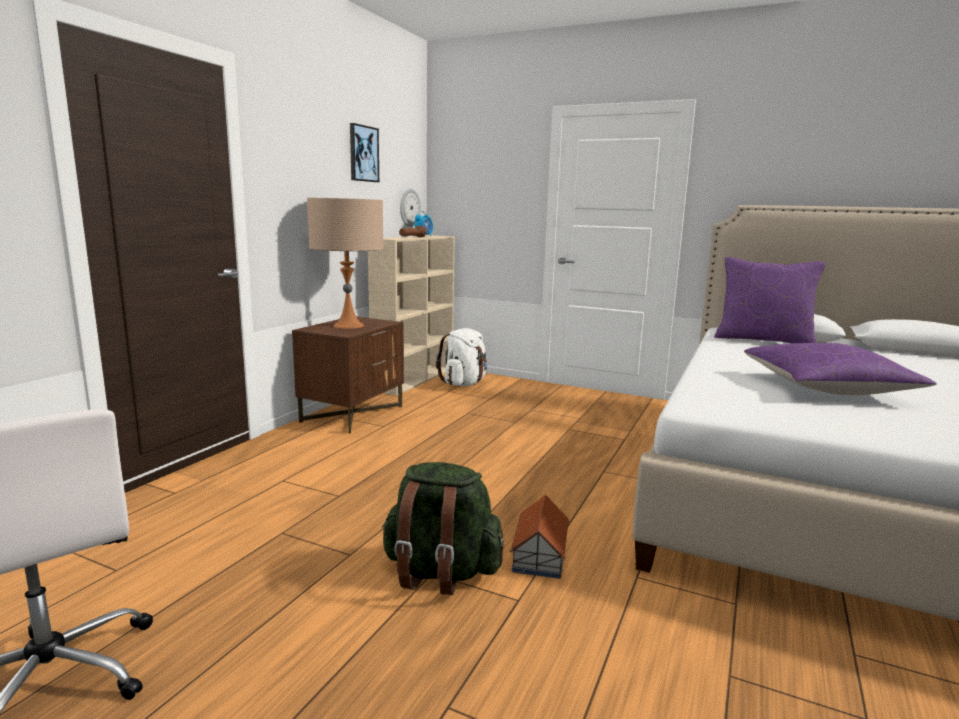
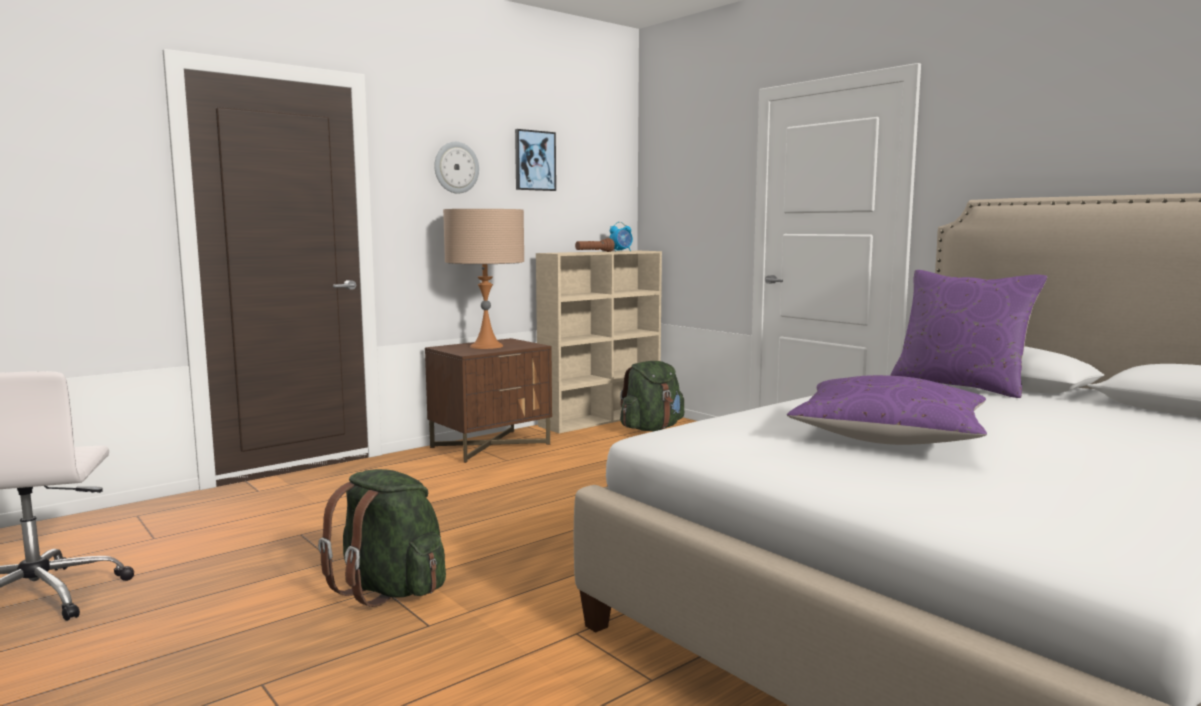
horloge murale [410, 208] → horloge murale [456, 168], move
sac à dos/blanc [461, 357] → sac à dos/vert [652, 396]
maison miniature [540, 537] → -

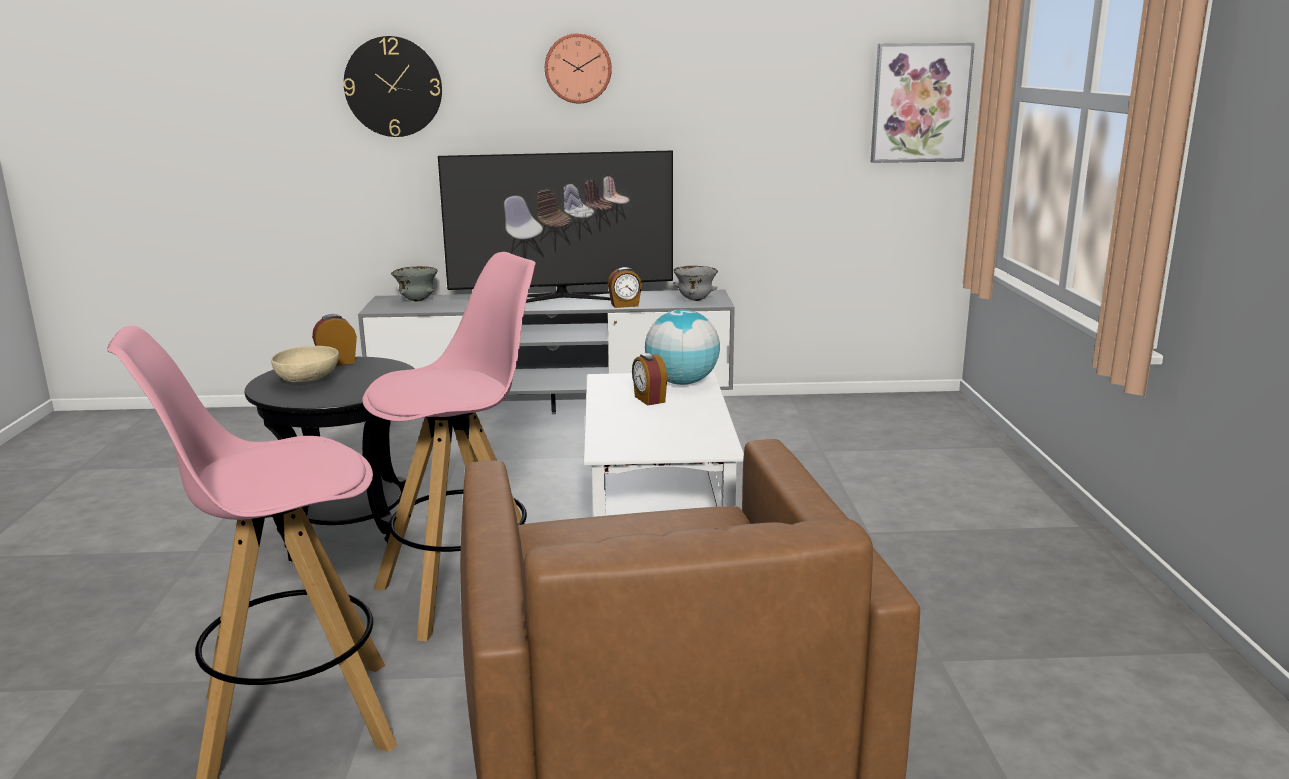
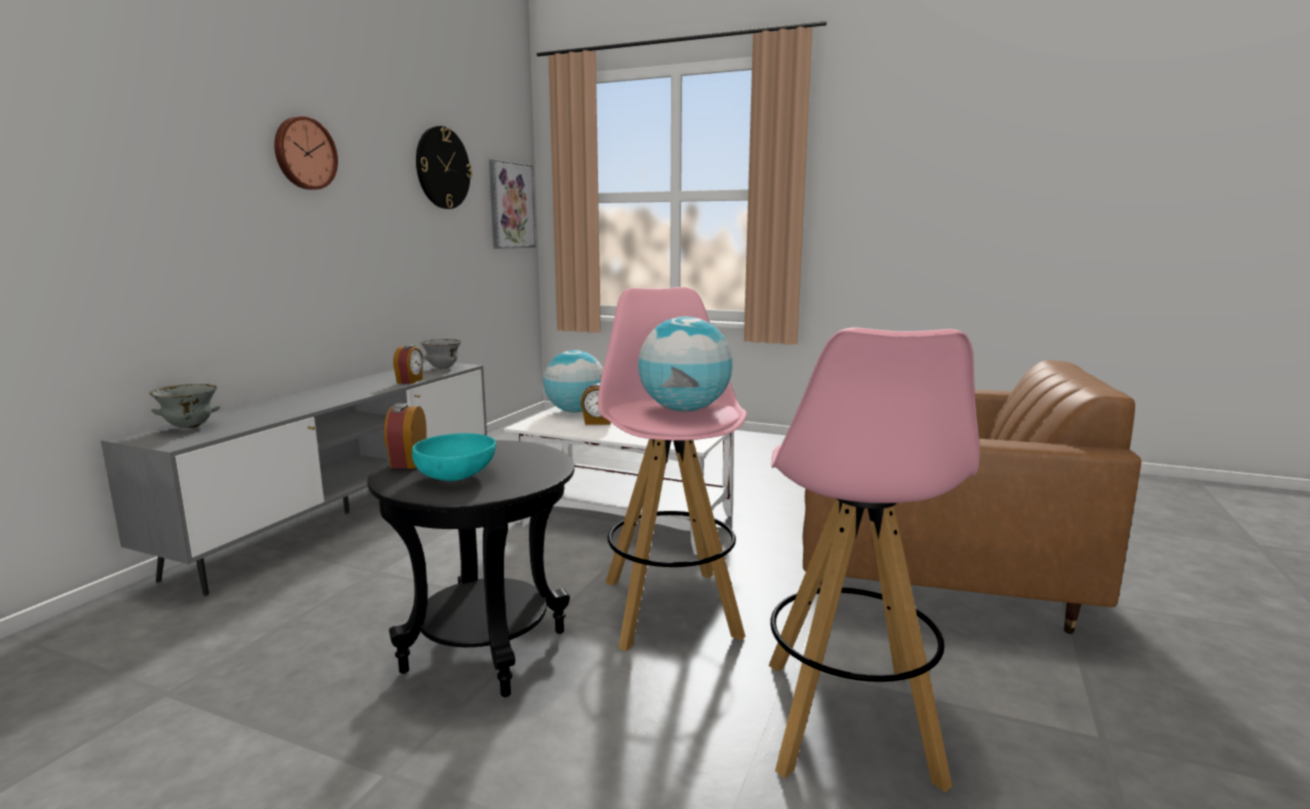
bol/beige [305, 364] → bol/turquoise [454, 457]
horloge murale [393, 86] → horloge murale [444, 167], move
- → globe [685, 364]
téléviseur [555, 227] → -

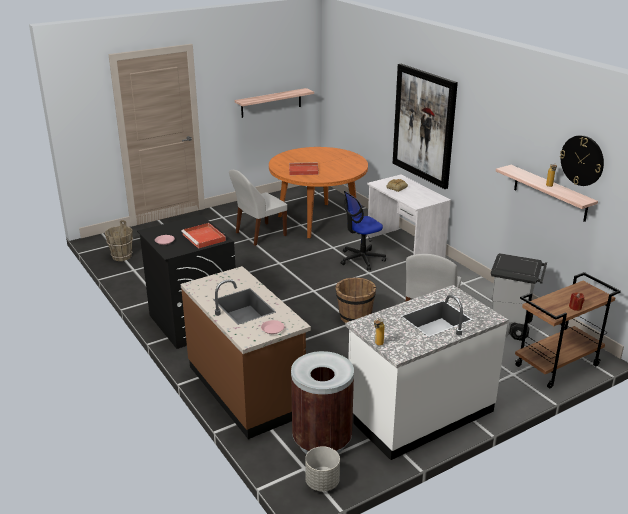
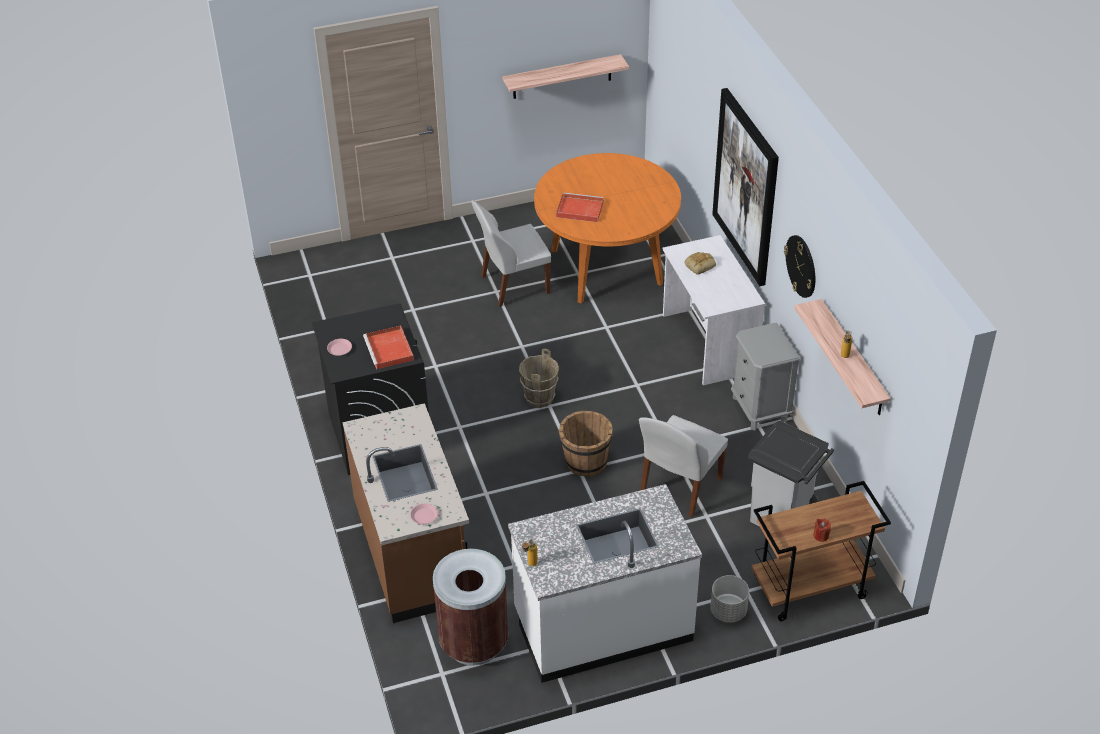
seau/marron [119, 240] → seau/marron [539, 378], move
cache-pot/gris [322, 469] → cache-pot/gris [729, 599], move
- → table de chevet/gris [765, 376]
horloge murale [582, 160] → horloge murale [799, 266], move
chaise de bureau [363, 231] → -

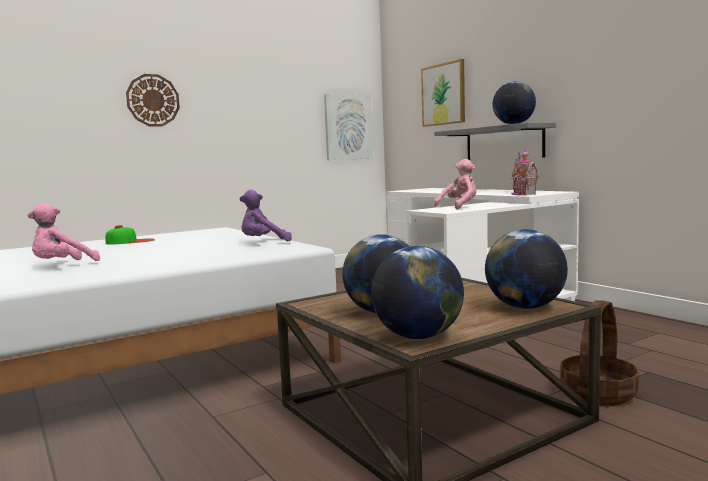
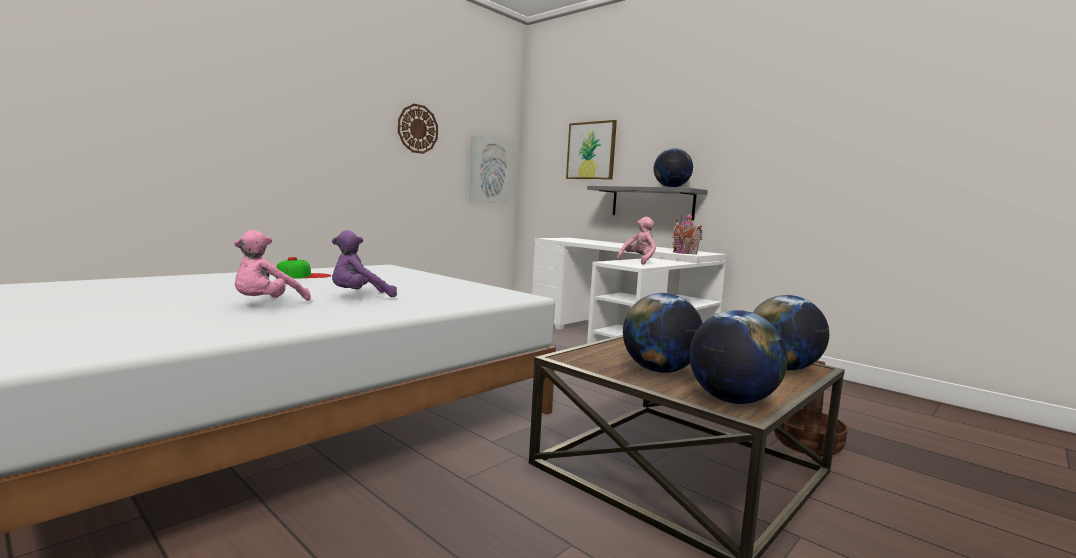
peluche/violet [265, 215] → peluche/violet [364, 263], move
horloge murale [153, 100] → horloge murale [418, 129], move

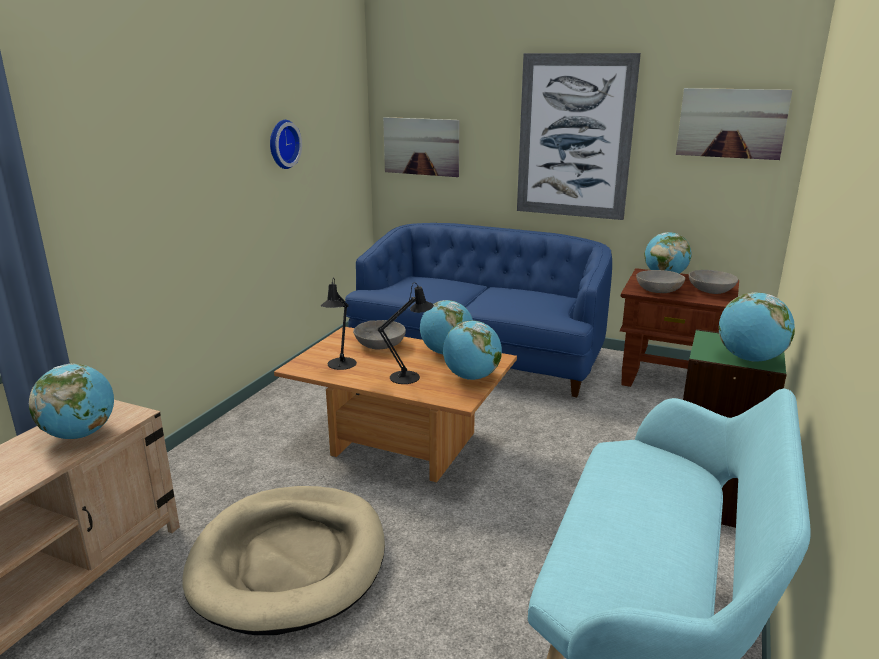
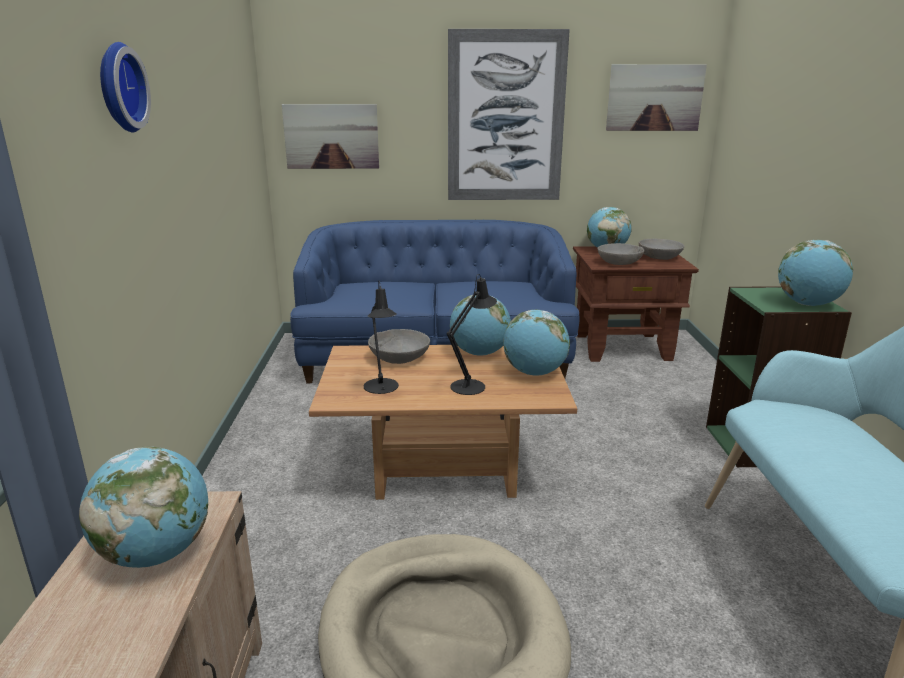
horloge murale [286, 144] → horloge murale [125, 87], move

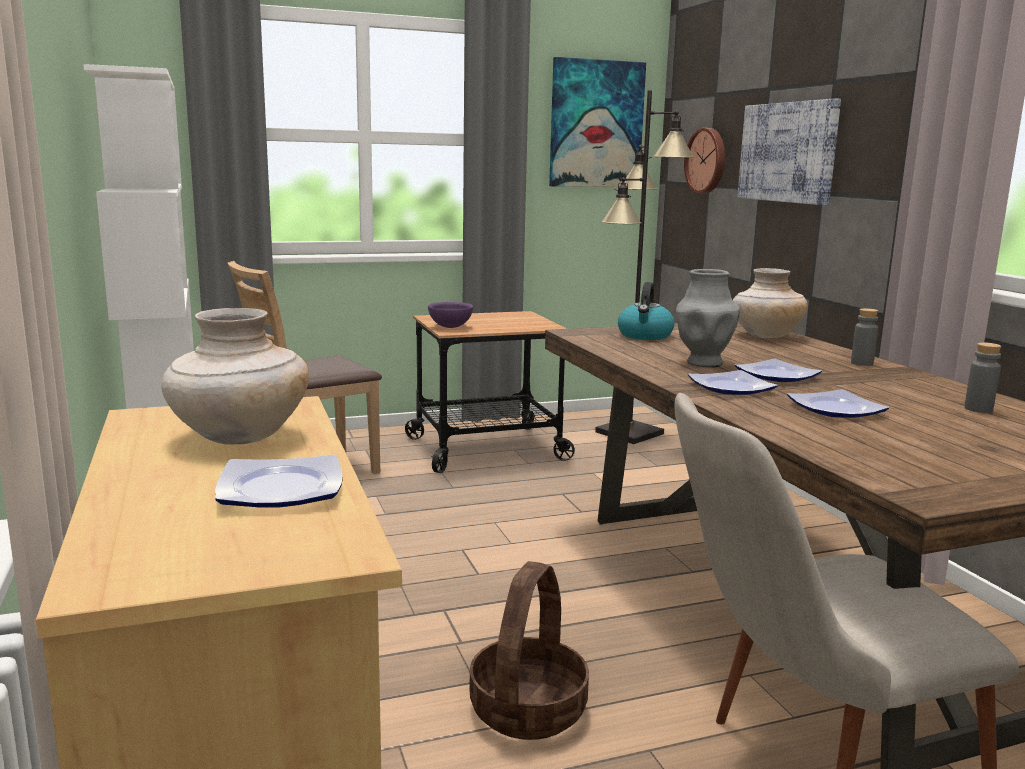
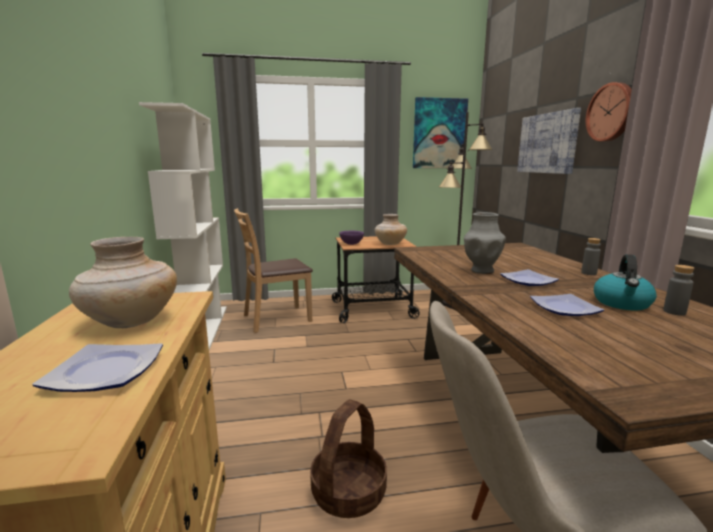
vase/beige [770, 303] → vase/beige [391, 229], move
horloge murale [704, 161] → horloge murale [609, 112], move
bouilloire [646, 311] → bouilloire [625, 282], move
assiette [733, 382] → -

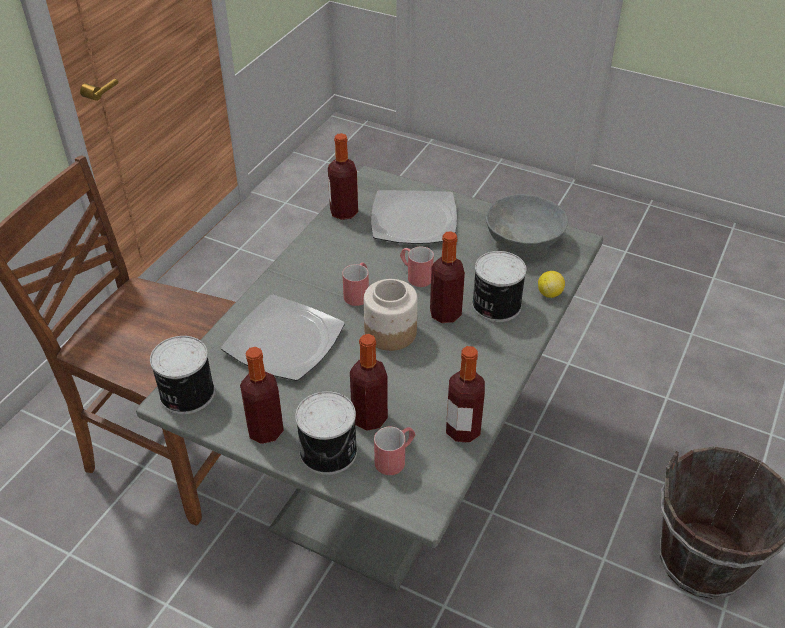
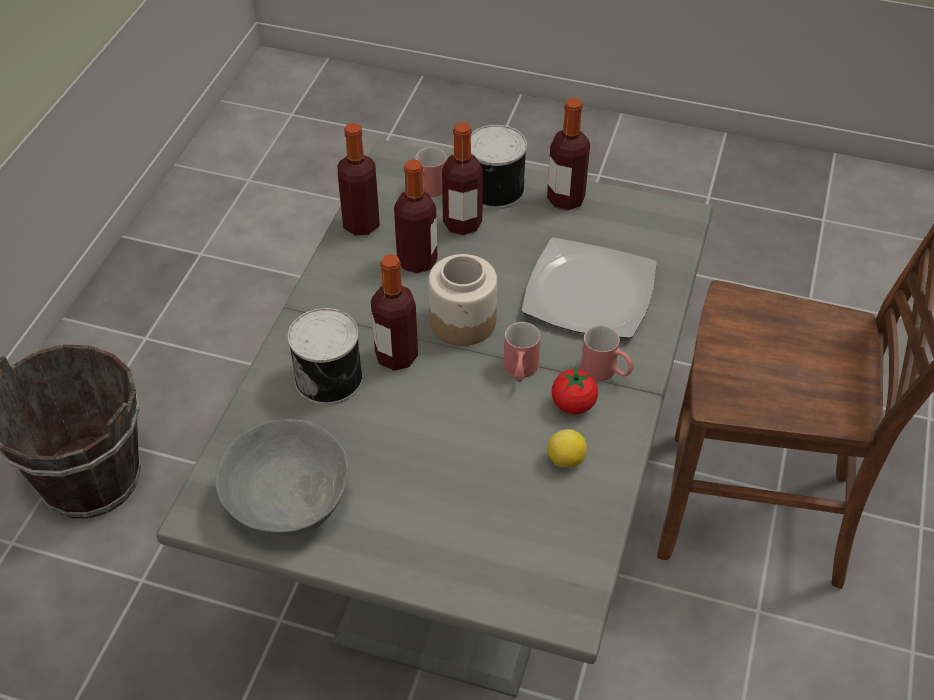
bouteille [343, 176] → bouteille [416, 216], move
citron [551, 284] → citron [567, 448], move
- → tomate [575, 390]
mug/rouge [417, 266] → mug/rouge [607, 353], move
boîte métallique [182, 375] → -
assiette [414, 217] → -

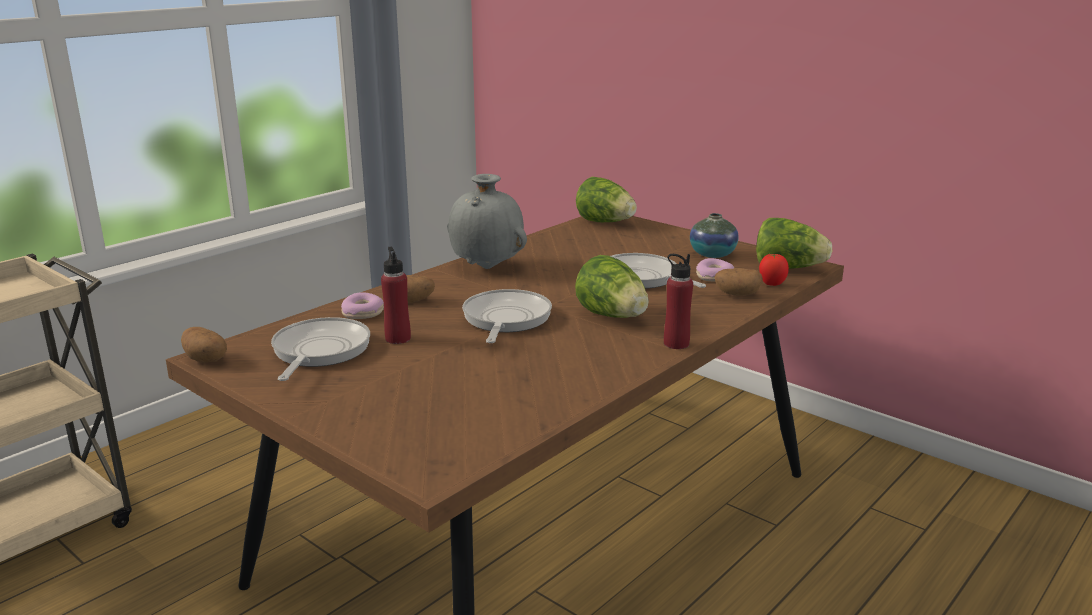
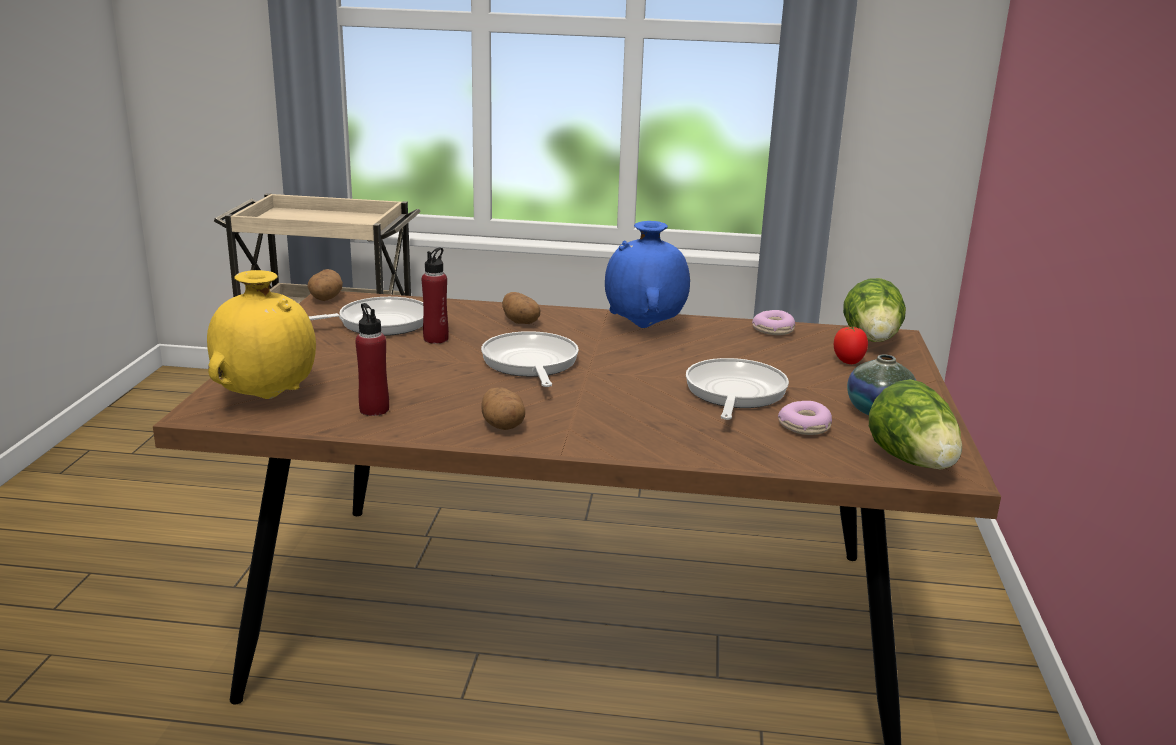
- → vase/jaune [261, 334]
bouteille/rouge [678, 301] → bouteille/rouge [372, 359], move
poêle [507, 316] → poêle [530, 359], 75 degrees counterclockwise
pomme de terre [738, 282] → pomme de terre [503, 408], move
vase/gris [487, 221] → vase/bleu [647, 274]
beignet [362, 305] → beignet [773, 322], move
tomate [774, 269] → tomate [851, 345], move
laitue [612, 286] → -

